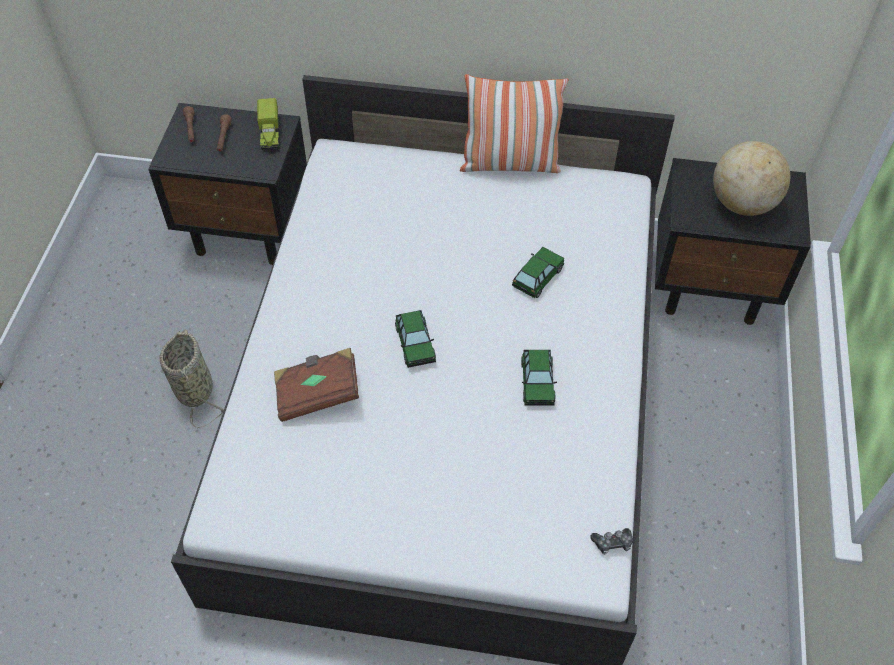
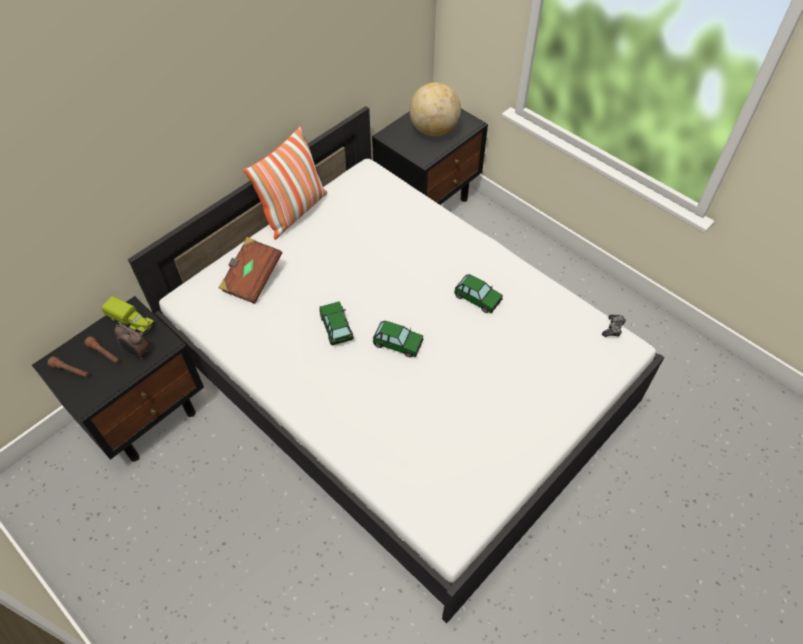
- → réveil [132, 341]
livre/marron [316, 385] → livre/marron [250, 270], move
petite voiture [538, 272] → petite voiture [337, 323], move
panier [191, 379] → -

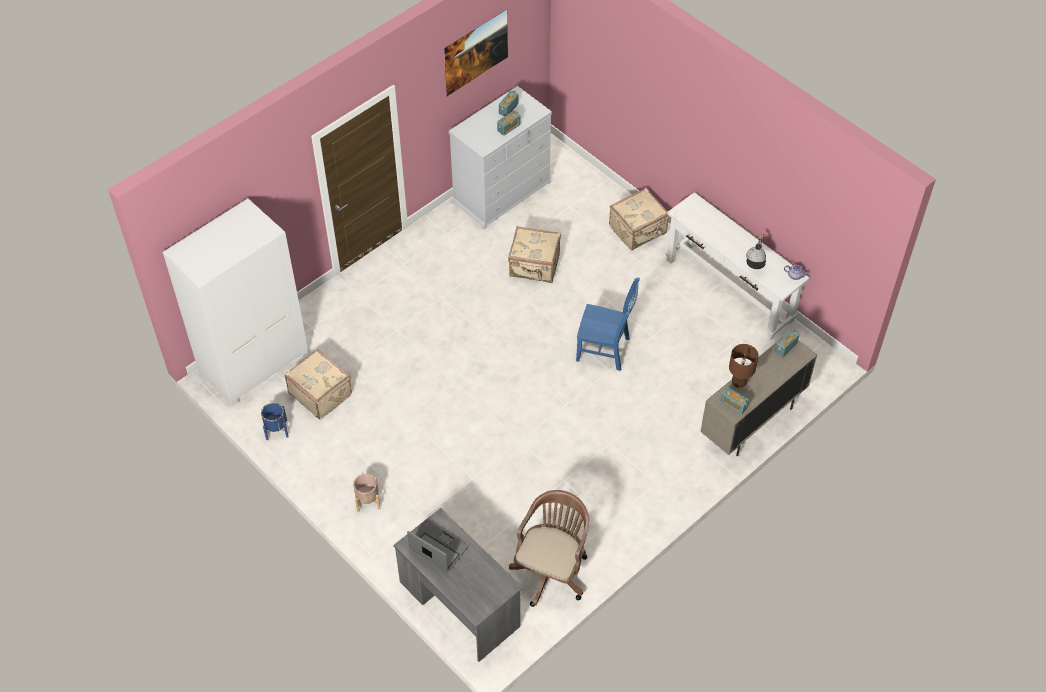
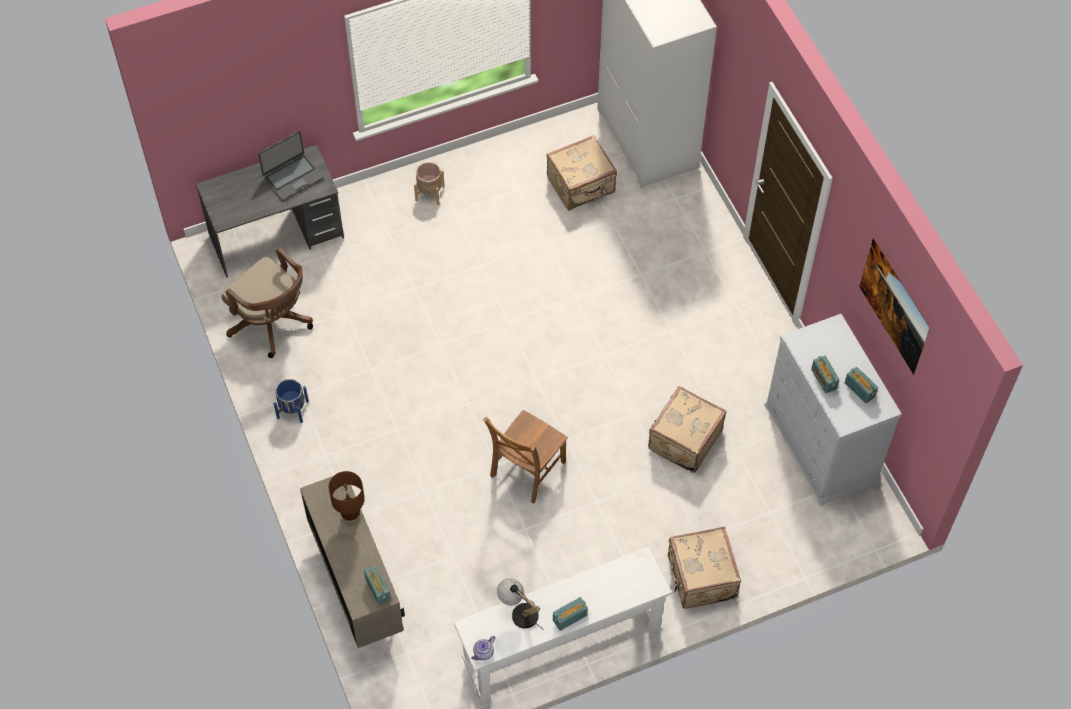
cache-pot/bleu [275, 421] → cache-pot/bleu [291, 401], move
chaise/bleu [608, 324] → chaise/marron [525, 456]
radio [735, 401] → radio [570, 614], move

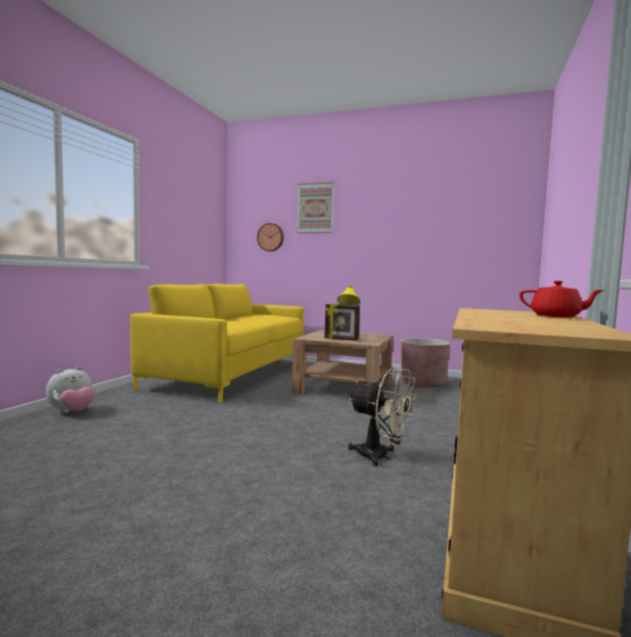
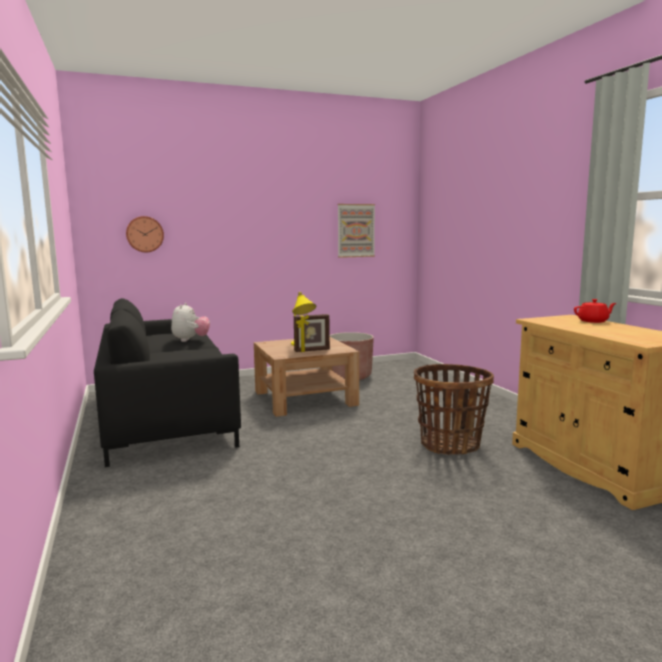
canapé/jaune [217, 343] → canapé/noir [167, 382]
peluche [70, 389] → peluche [190, 322], move
tableau [315, 207] → tableau [356, 231], move
ventilateur/beige [382, 417] → panier [454, 409]

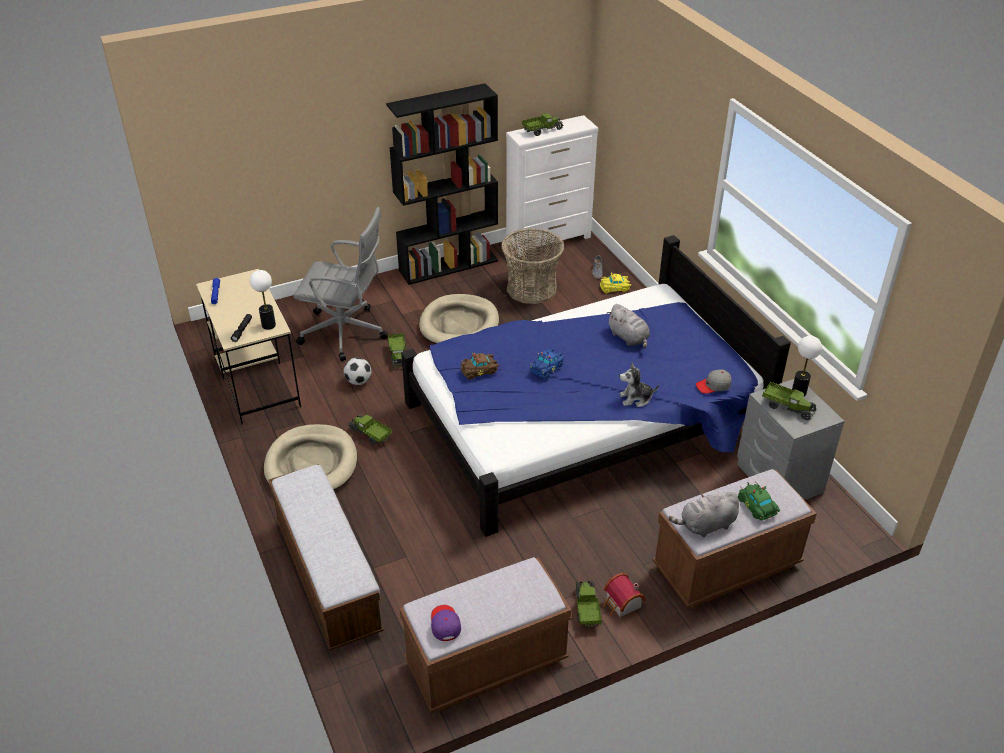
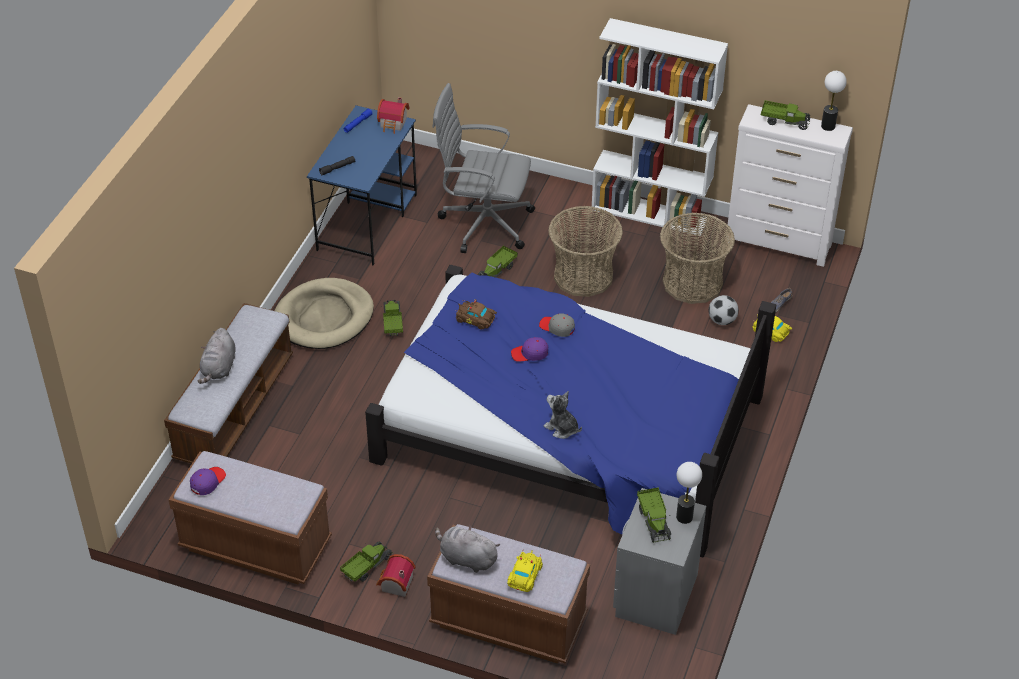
peluche/gris [628, 326] → peluche/gris [217, 356], move
bureau/beige [248, 346] → bureau/bleu [362, 185]
- → maison miniature [393, 115]
chaise de bureau/gris [340, 284] → chaise de bureau/gris [483, 168], 135 degrees clockwise
petite voiture/vert [759, 500] → petite voiture/jaune [525, 570]
petite voiture/bleu [547, 363] → casquette/violet [529, 349]
casquette/gris [714, 382] → casquette/gris [557, 325], move
panier pour chien/beige [459, 319] → panier [585, 251]
bibliothèque/noir [442, 184] → bibliothèque/blanc [660, 127]
ballon de foot [357, 371] → ballon de foot [724, 310], move
lampe de table [263, 300] → lampe de table [834, 101], move

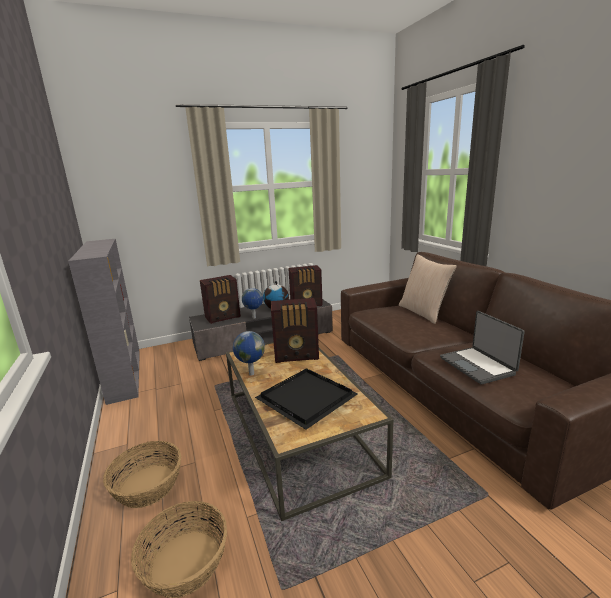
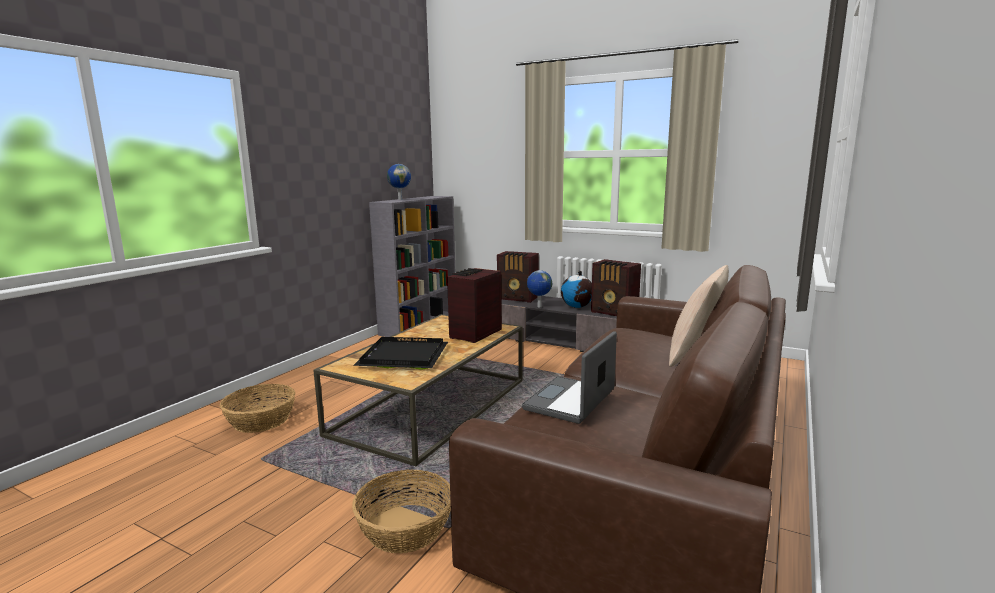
panier [142, 474] → panier [401, 511], move
globe [249, 353] → globe [399, 182], move
radio [295, 330] → radio [474, 305], 75 degrees clockwise

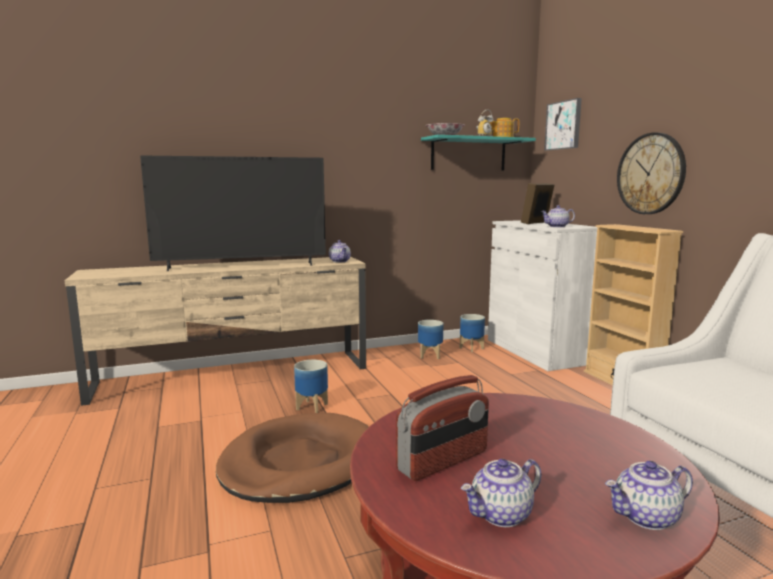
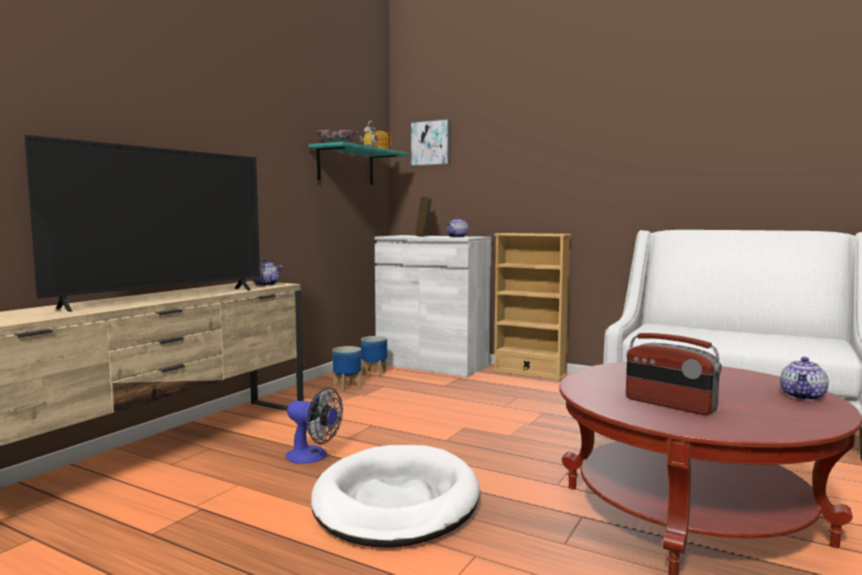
cache-pot [311, 386] → ventilateur [314, 425]
panier pour chien/marron [292, 458] → panier pour chien/blanc [395, 496]
radio [442, 428] → radio [674, 374], 120 degrees clockwise
théière [501, 493] → -
horloge murale [651, 173] → -

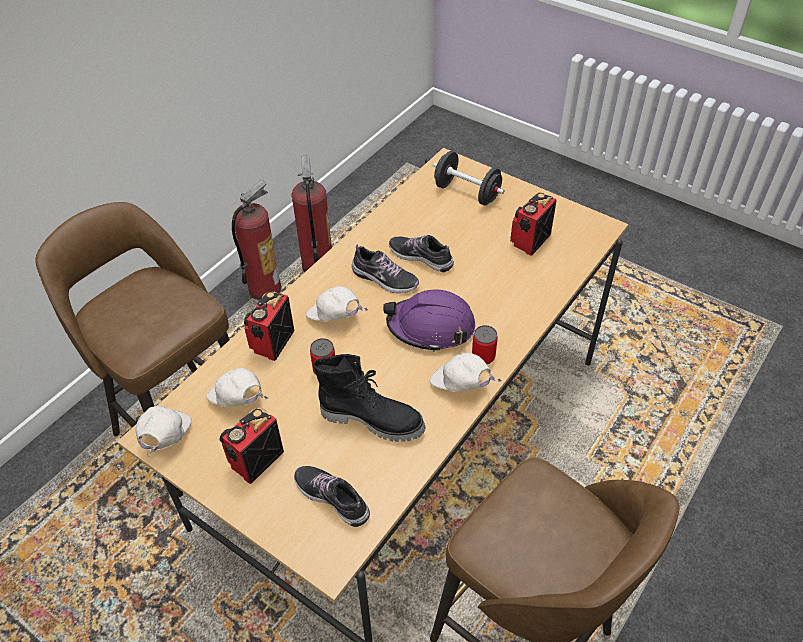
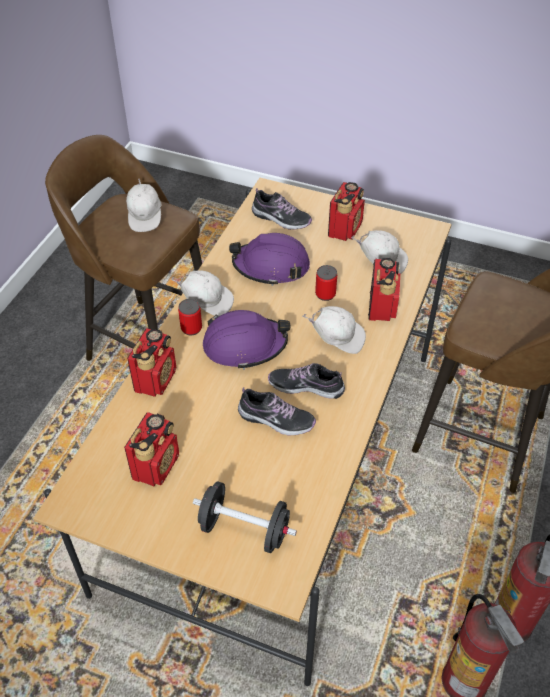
casquette/blanc [164, 432] → casquette/blanc [143, 205], move
- → radio [151, 362]
botte/noir [369, 398] → casque de chantier/violet [269, 259]

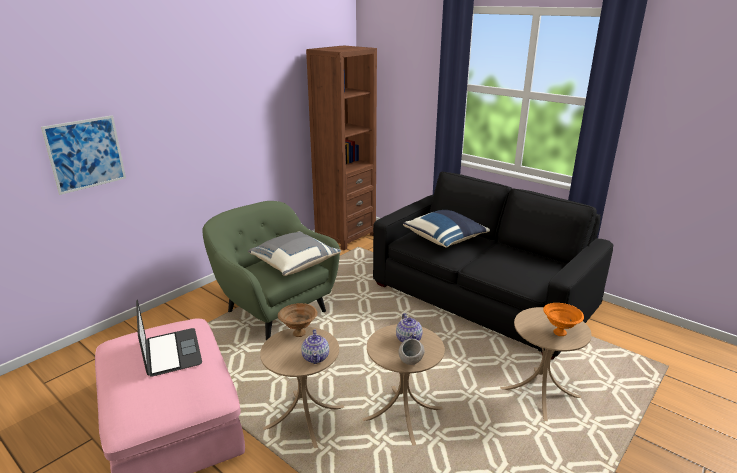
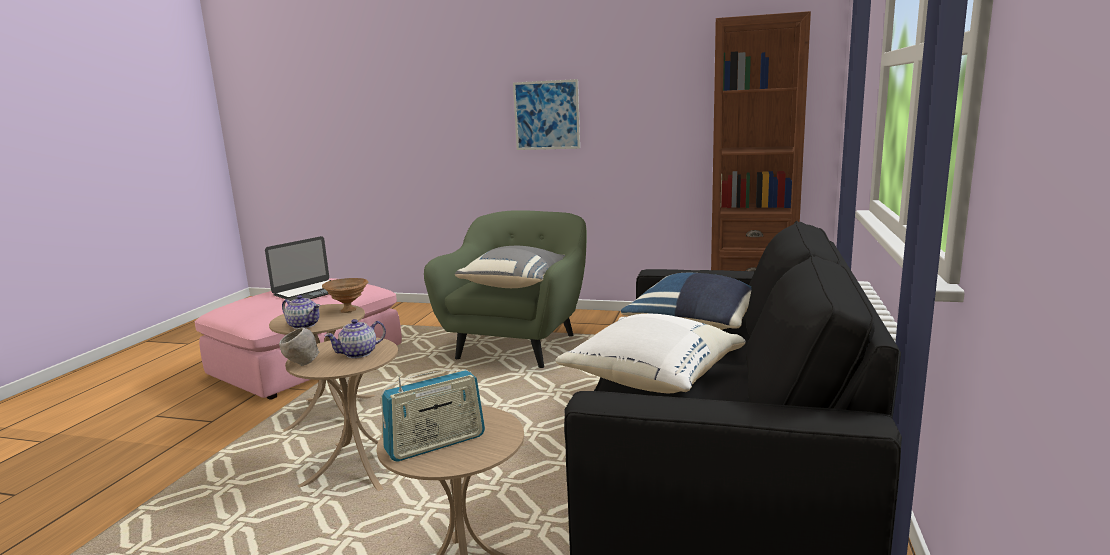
théière [315, 346] → théière [301, 312], 120 degrees counterclockwise
bol/orange [563, 319] → radio [433, 415]
tableau [83, 155] → tableau [546, 114], move
- → coussin/blanc [650, 354]

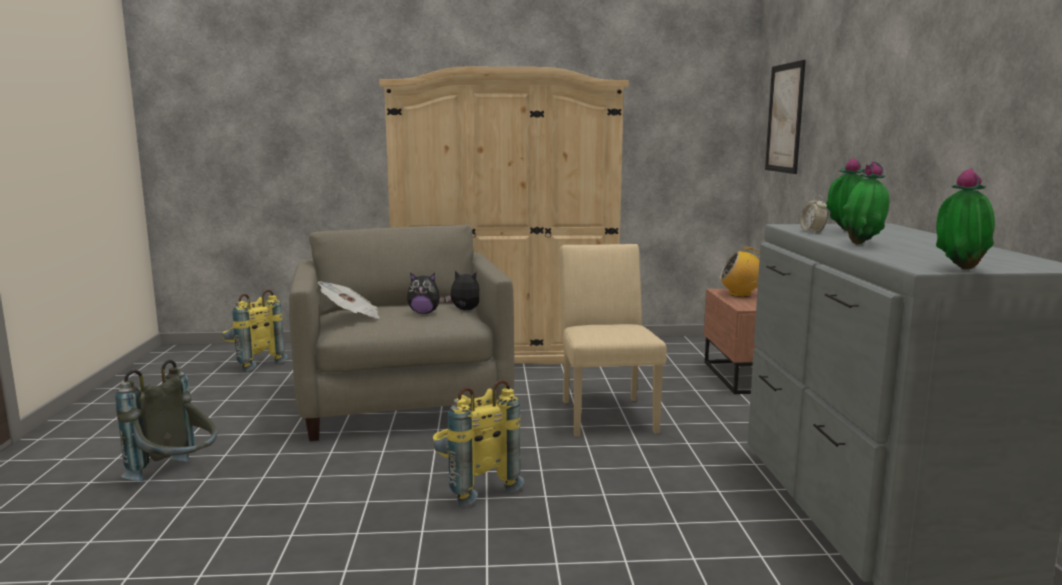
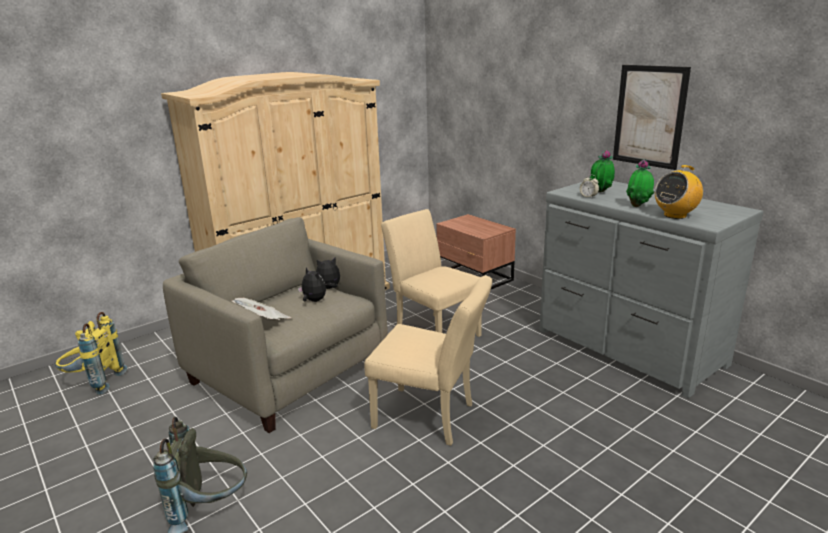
peluche [425, 293] → peluche [312, 284], 105 degrees counterclockwise
sac à dos/jaune [478, 443] → chaise/beige [428, 360]
tableau [785, 117] → tableau [652, 117], move
radio [740, 272] → radio [679, 192], move
plante en pot [965, 219] → -

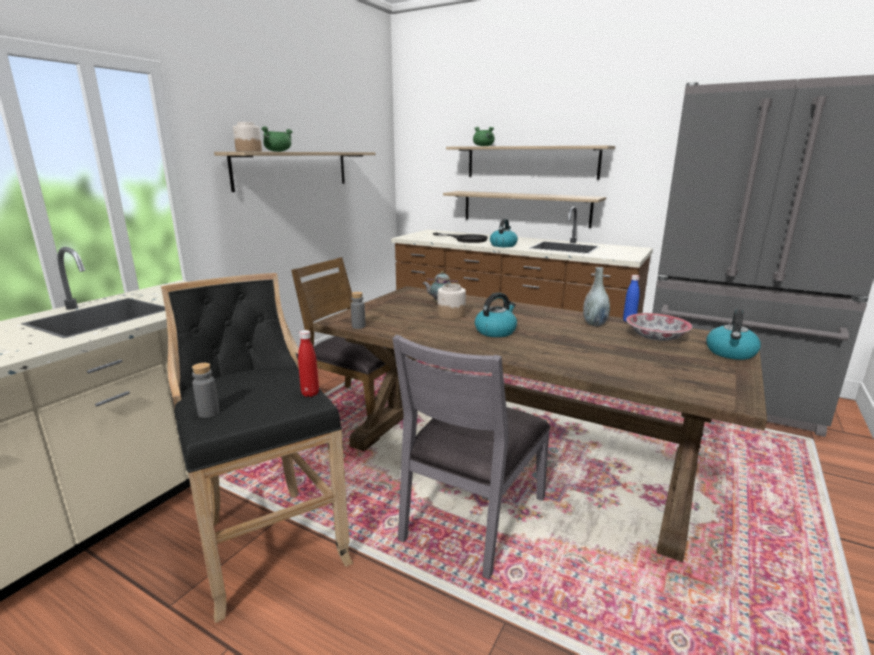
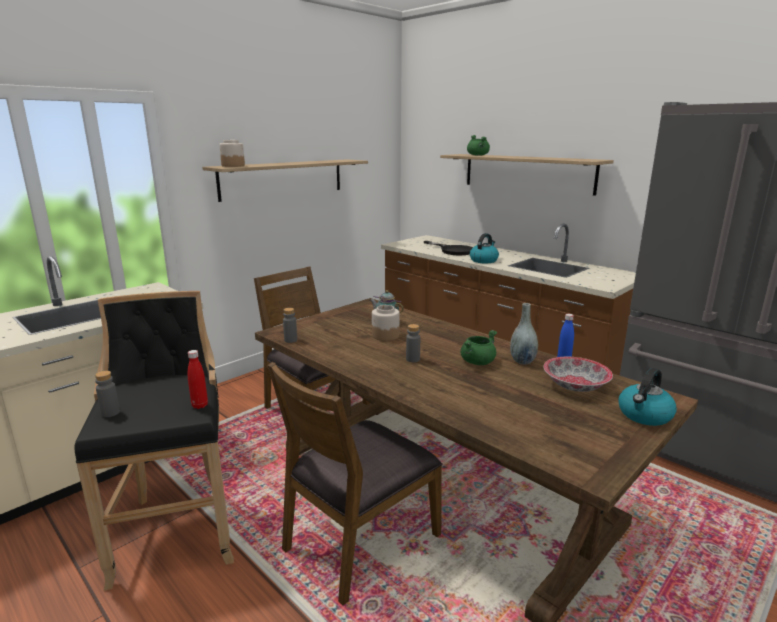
chaise/gris [471, 457] → chaise/marron [355, 483]
bouilloire [496, 315] → bouteille/gris [413, 343]
marmite/vert [277, 139] → marmite/vert [478, 347], move
étagère [524, 209] → -

